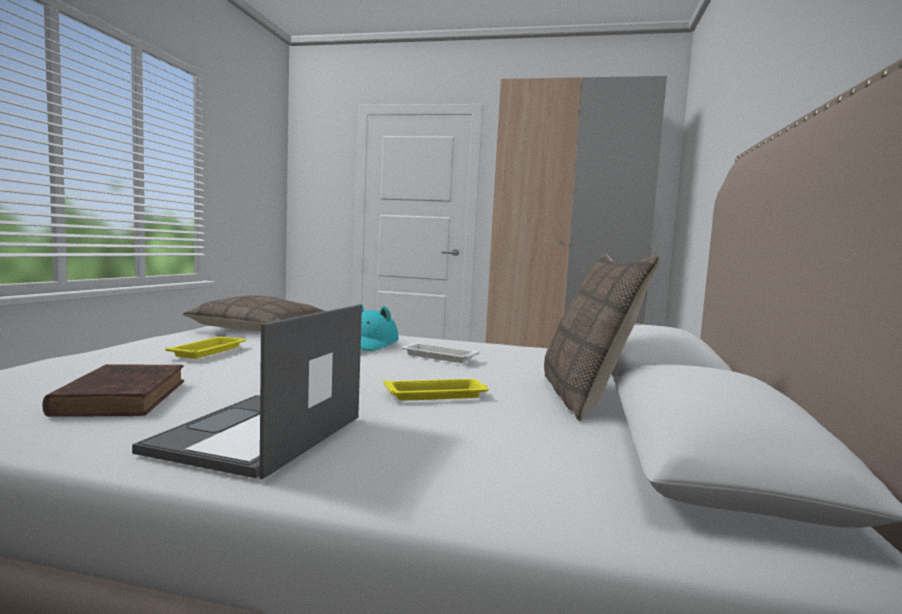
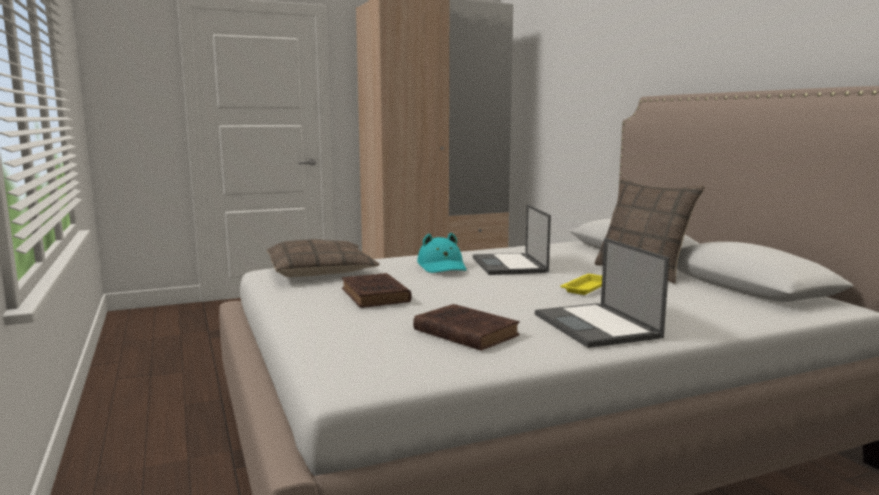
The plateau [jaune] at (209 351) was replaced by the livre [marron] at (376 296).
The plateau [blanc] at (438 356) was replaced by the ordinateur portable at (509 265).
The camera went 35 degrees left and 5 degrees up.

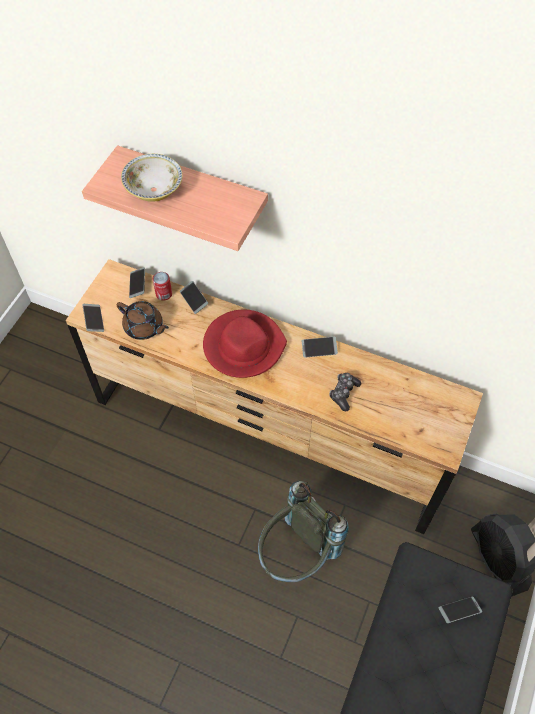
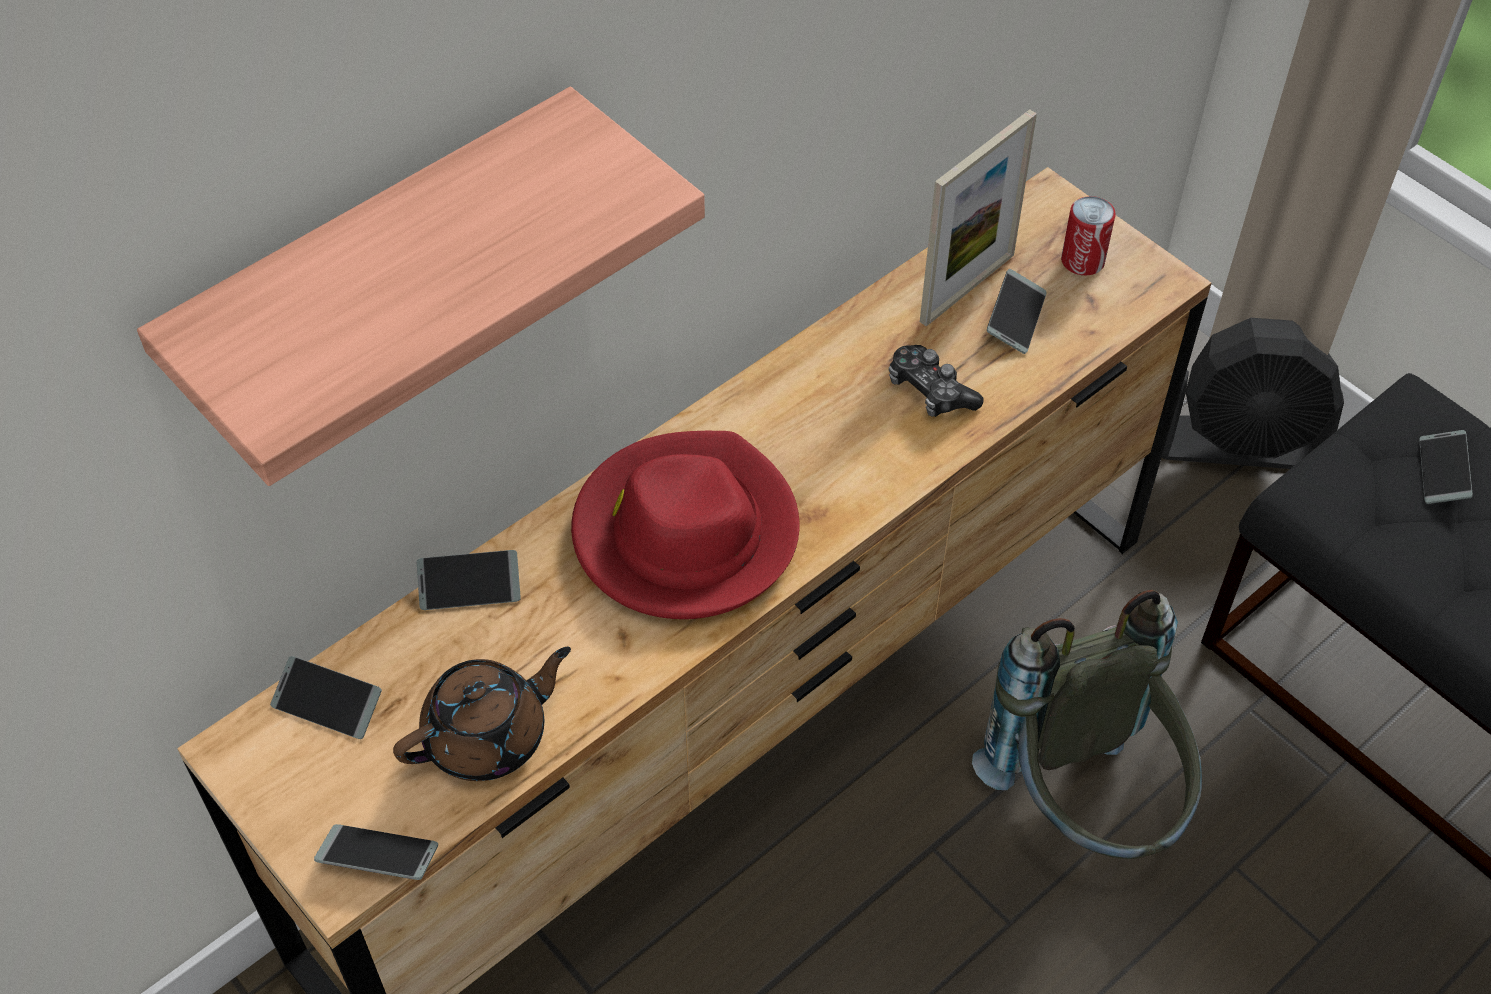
The bol at (154 190) disappeared.
The cadre photo at (967 288) appeared.
The boîte métallique moved from (164 294) to (1082 261).
The téléphone moved from (319 349) to (1015 318).
The camera went 65 degrees left and 5 degrees down.

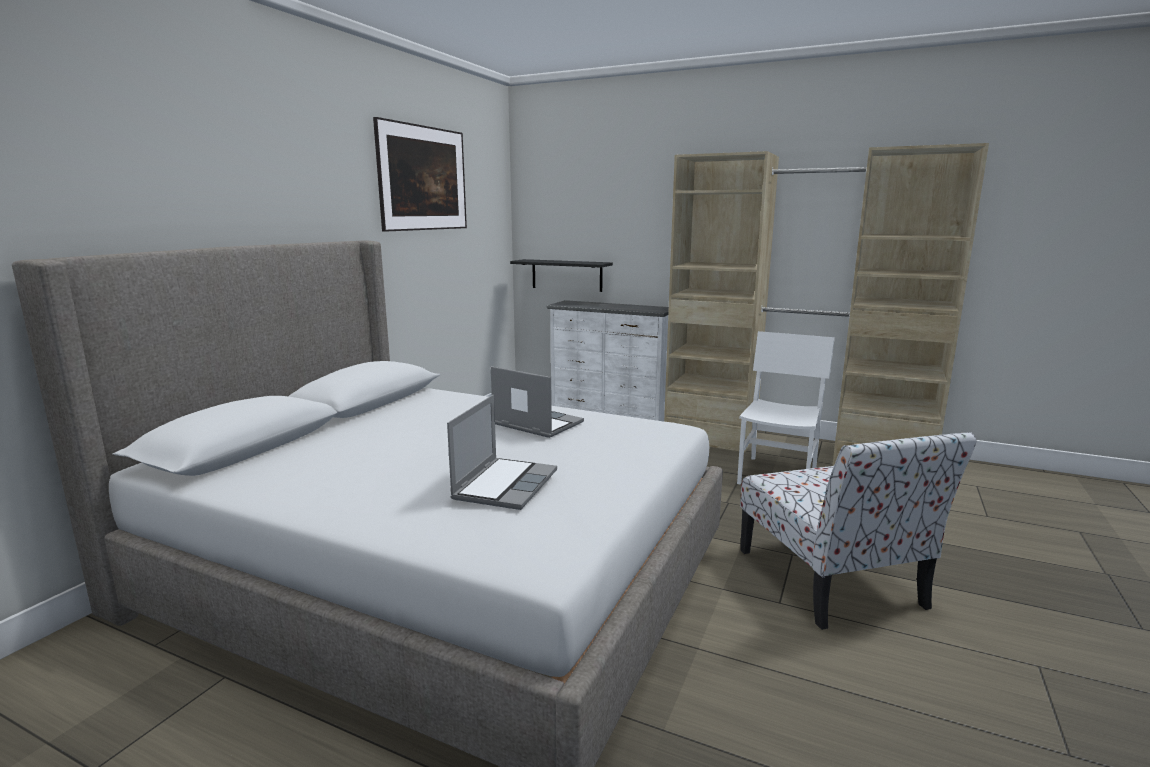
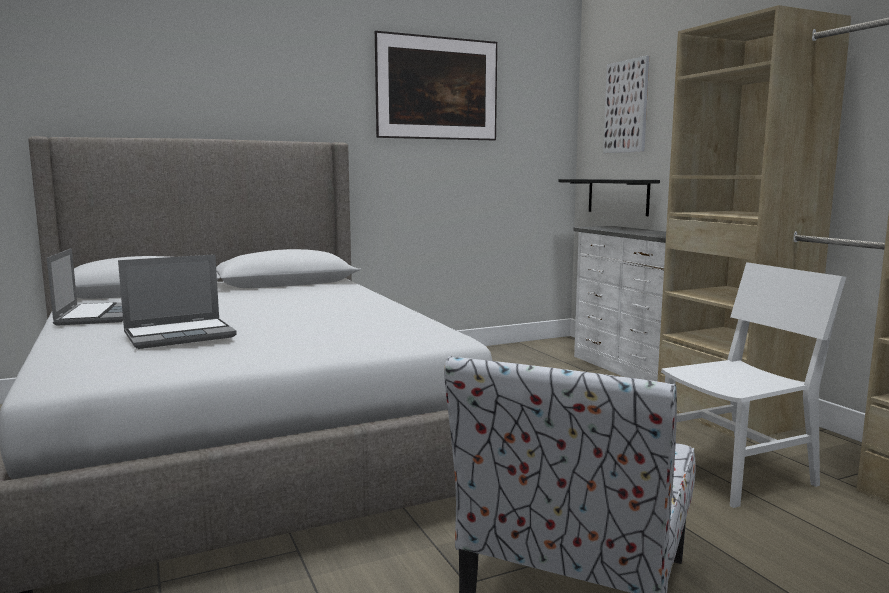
The tableau at (626 107) appeared.
The ordinateur portable moved from (536 424) to (96 315).
The camera went 40 degrees right and 5 degrees down.

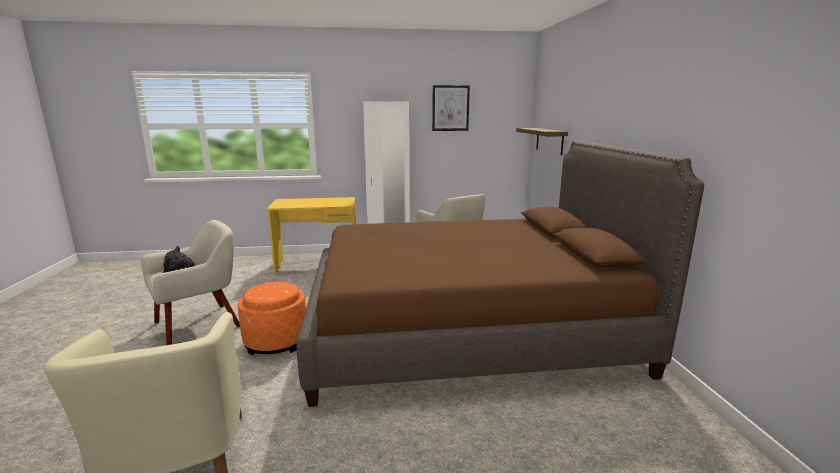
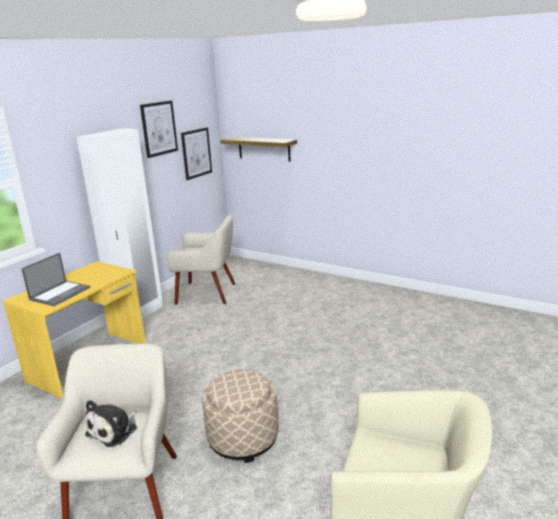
The lit [marron] at (466 330) disappeared.
The ordinateur portable at (60 293) appeared.
The tableau at (196 153) appeared.
The pouf [orange] at (276 341) became the pouf [beige] at (243 438).
The camera went 50 degrees left and 5 degrees up.

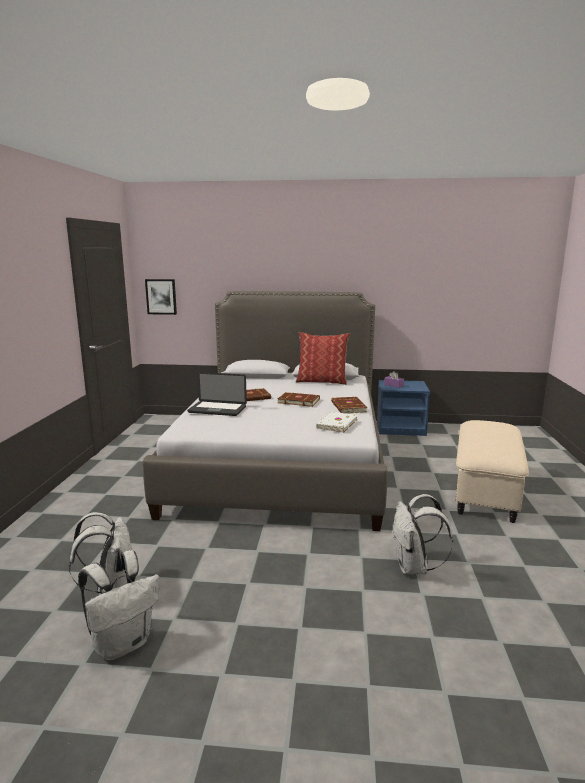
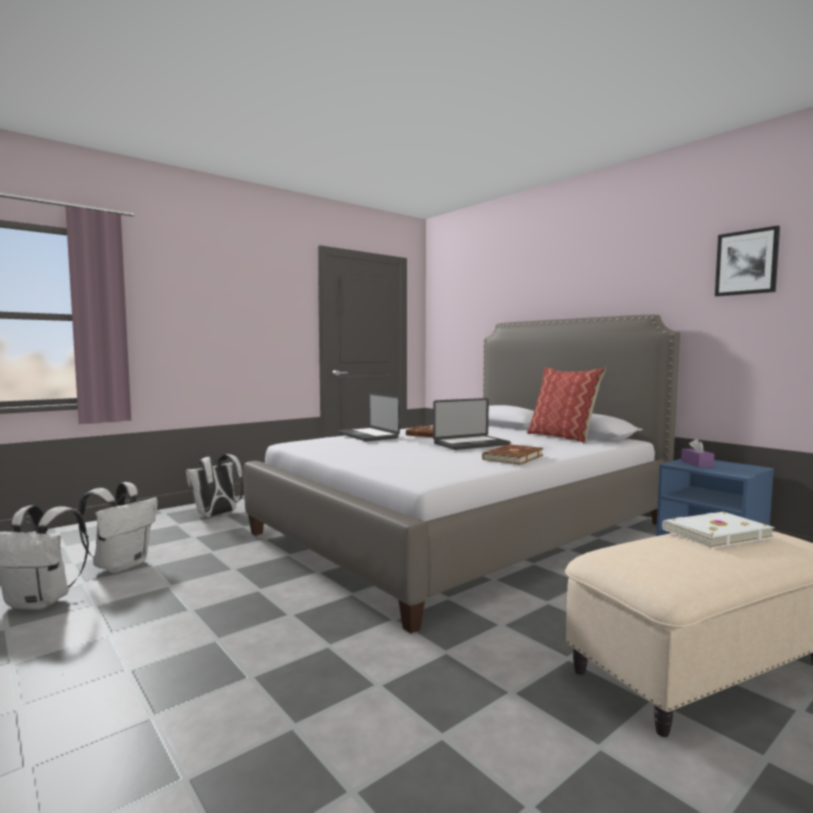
The tableau moved from (161 296) to (746 262).
The livre [blanc] moved from (336 424) to (714 533).
The sac à dos [blanc] moved from (414 567) to (216 515).
The livre [marron] at (298 401) was replaced by the ordinateur portable at (471 444).
The camera went 45 degrees right and 10 degrees down.

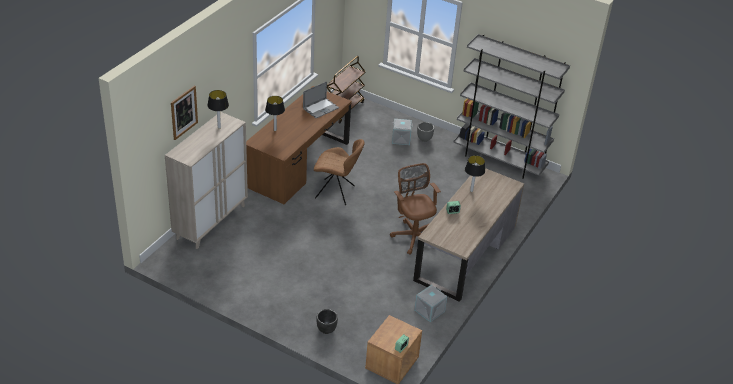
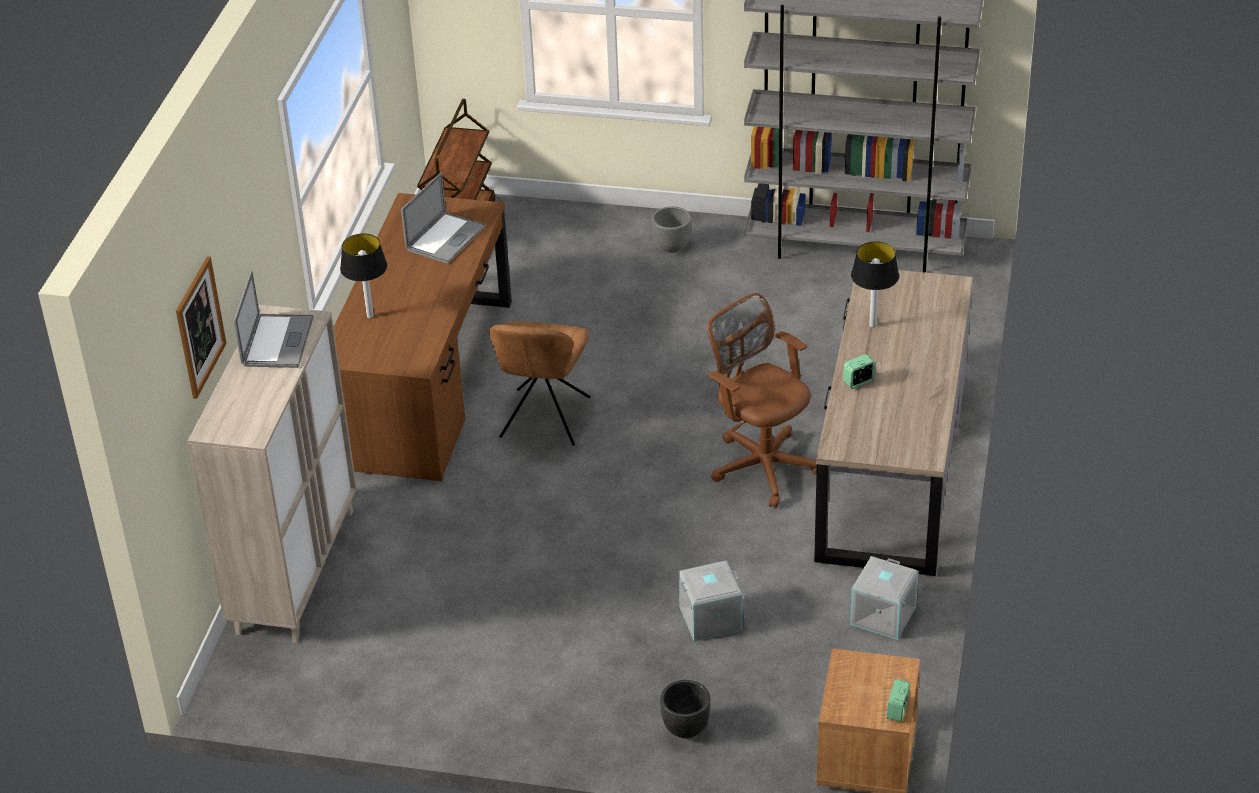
The boîte de rangement [gris] moved from (401 139) to (710 619).
The lampe de table at (219 127) was replaced by the ordinateur portable at (277 341).
The chaise [marron] at (336 192) turned 105 degrees clockwise.
The camera went 15 degrees left and 0 degrees up.

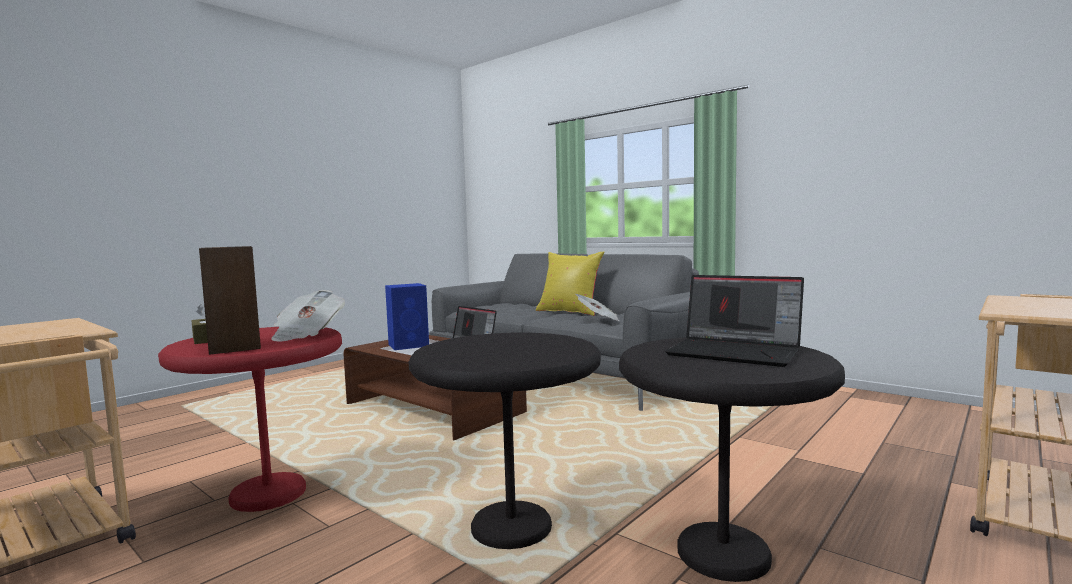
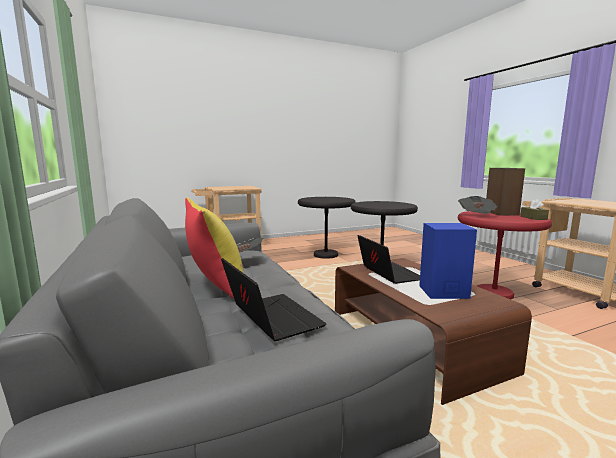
The ordinateur portable moved from (736 352) to (270 318).
The camera went 155 degrees left and 5 degrees up.

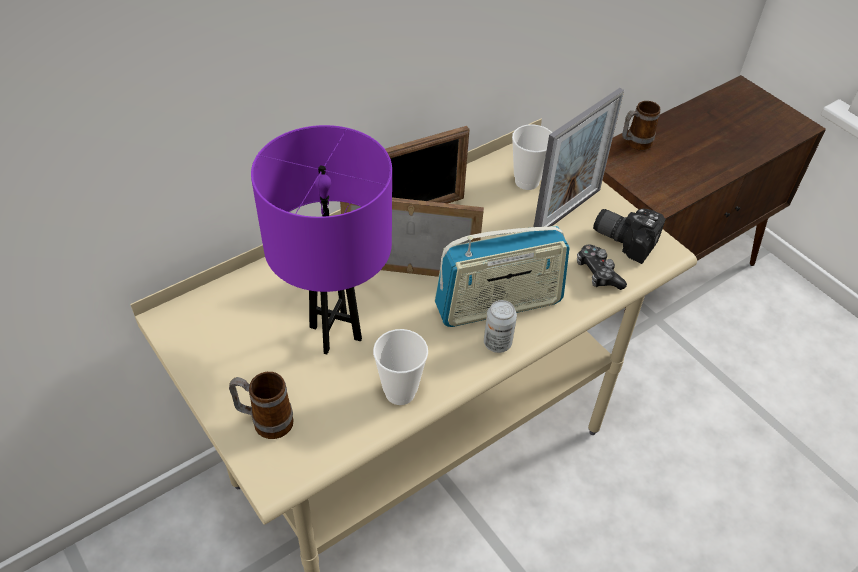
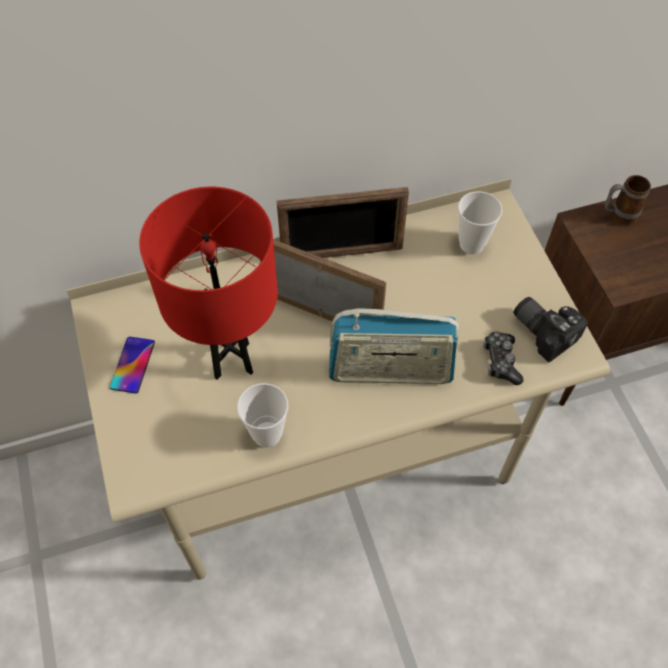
The mug at (265 421) disappeared.
The boîte métallique at (497 343) disappeared.
The cadre photo at (567 212) disappeared.
The téléphone at (132 365) appeared.
The lampe de table [violet] at (335 333) became the lampe de table [rouge] at (232 361).
The camera went 20 degrees right and 10 degrees up.

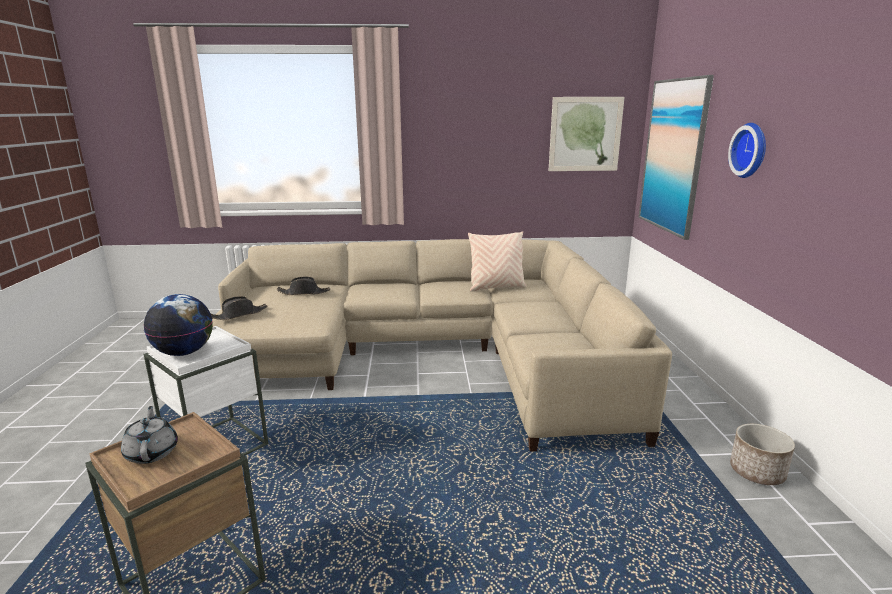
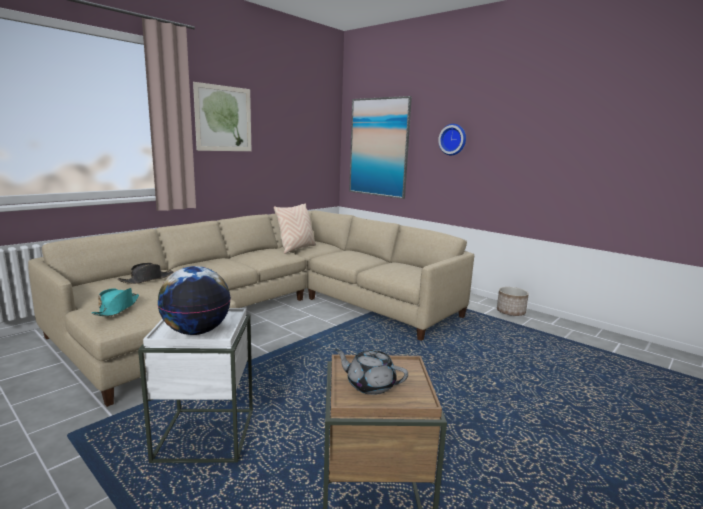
The tableau moved from (585 134) to (223 118).
The chapeau [noir] at (239 314) became the chapeau [turquoise] at (117 308).
The camera went 45 degrees left and 5 degrees down.

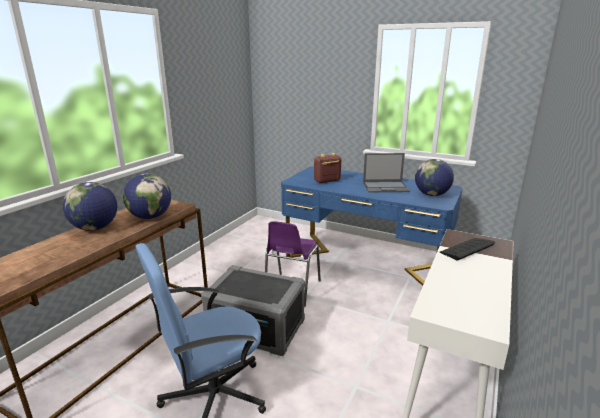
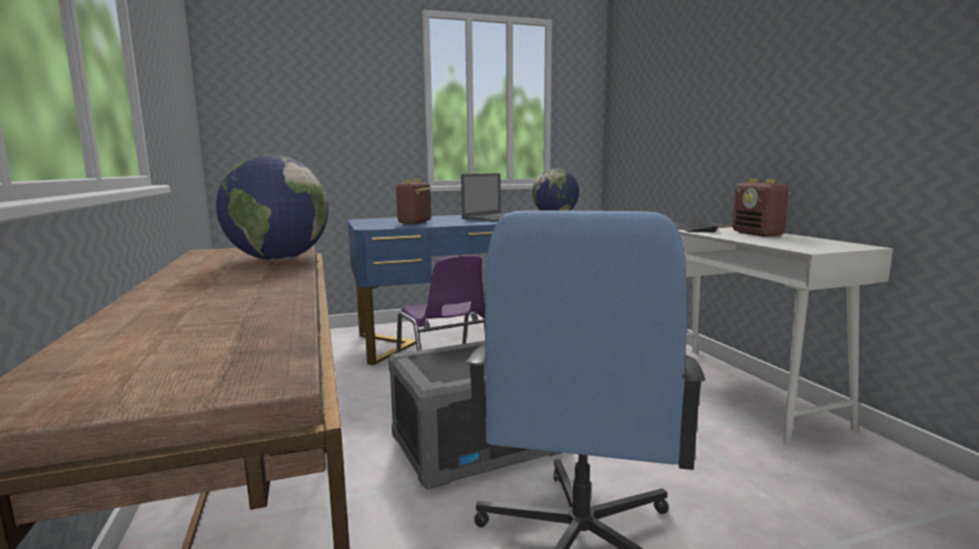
The globe at (95 228) disappeared.
The radio at (757 234) appeared.
The camera went 45 degrees left and 10 degrees down.

